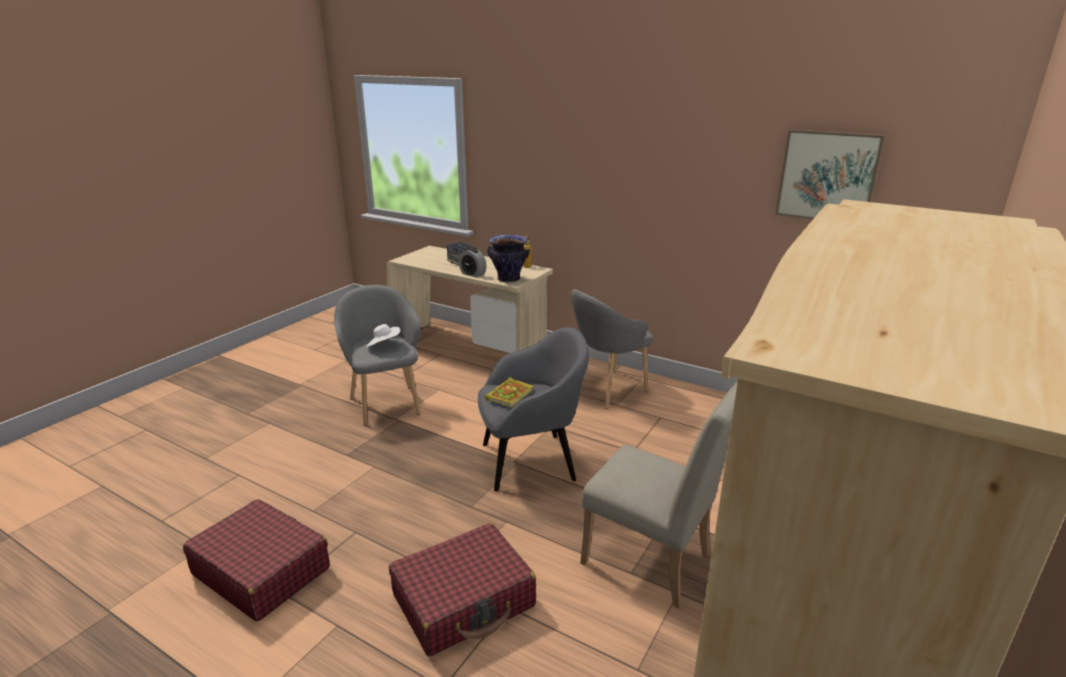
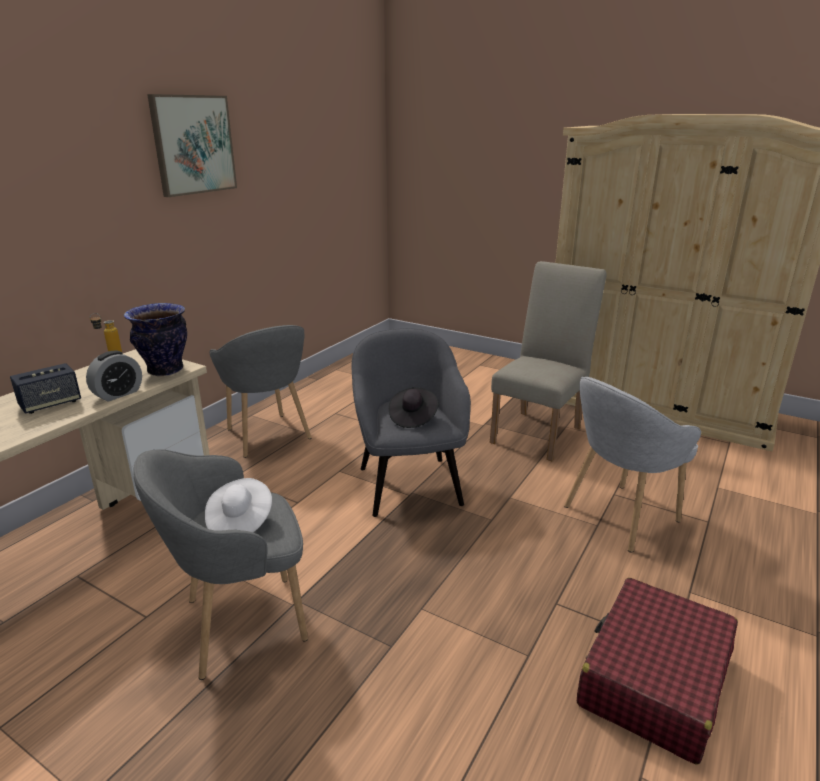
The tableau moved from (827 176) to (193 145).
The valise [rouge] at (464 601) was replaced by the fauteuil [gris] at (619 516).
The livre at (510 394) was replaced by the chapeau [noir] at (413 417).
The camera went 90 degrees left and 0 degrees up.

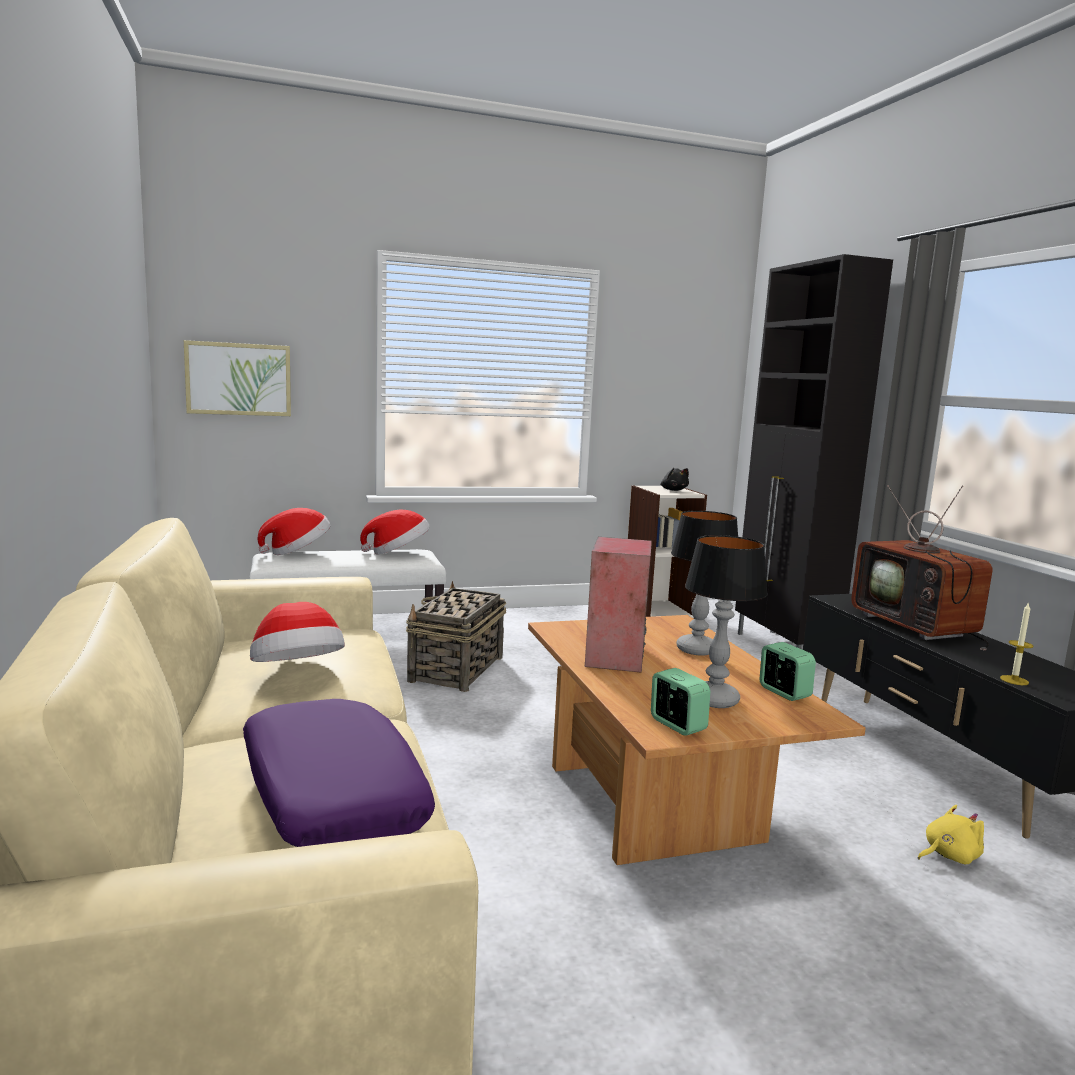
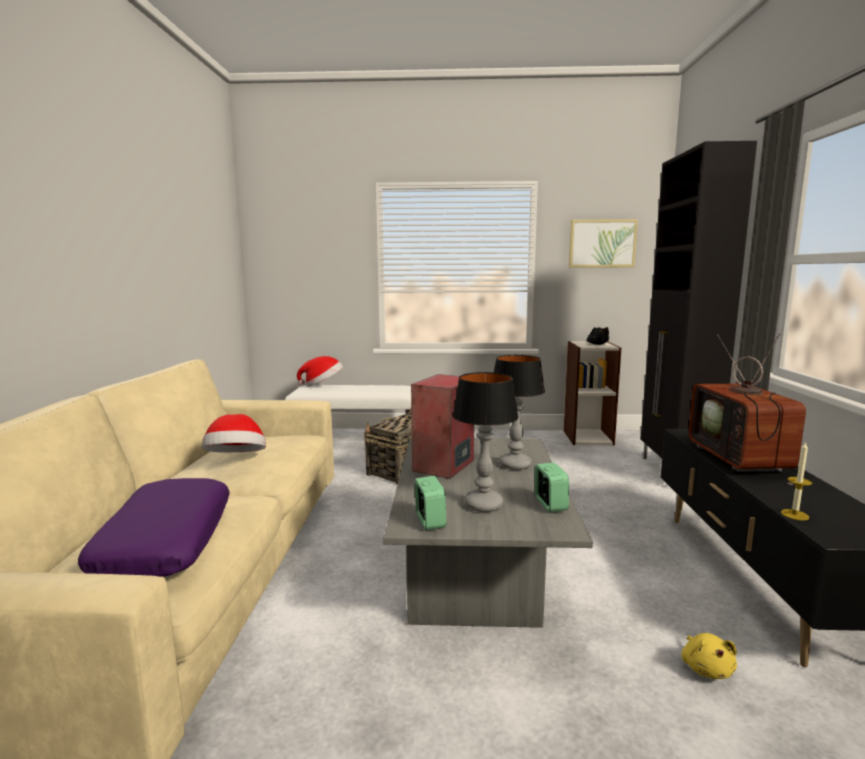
The chapeau at (397 553) disappeared.
The tableau moved from (239 379) to (602 243).
The table basse [marron] at (659 802) became the table basse [gris] at (477 581).
The peluche [jaune] at (948 855) turned 90 degrees clockwise.
The camera went 20 degrees right and 0 degrees up.

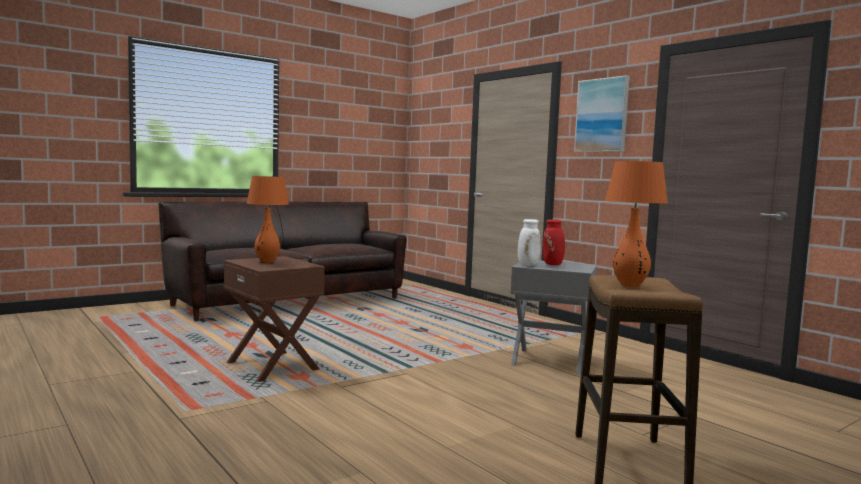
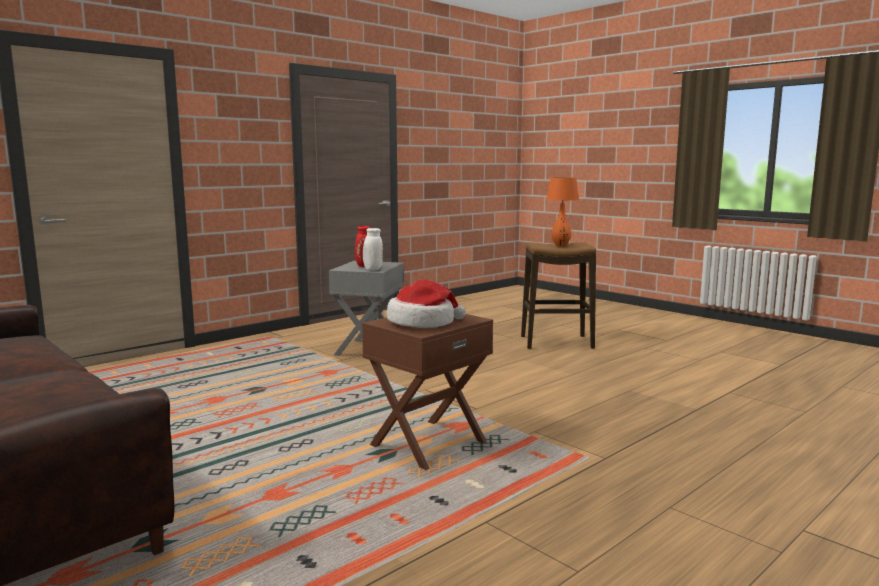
The tableau at (602 115) disappeared.
The lampe de table [orange] at (267 261) was replaced by the chapeau at (423 323).
The camera went 95 degrees left and 5 degrees up.

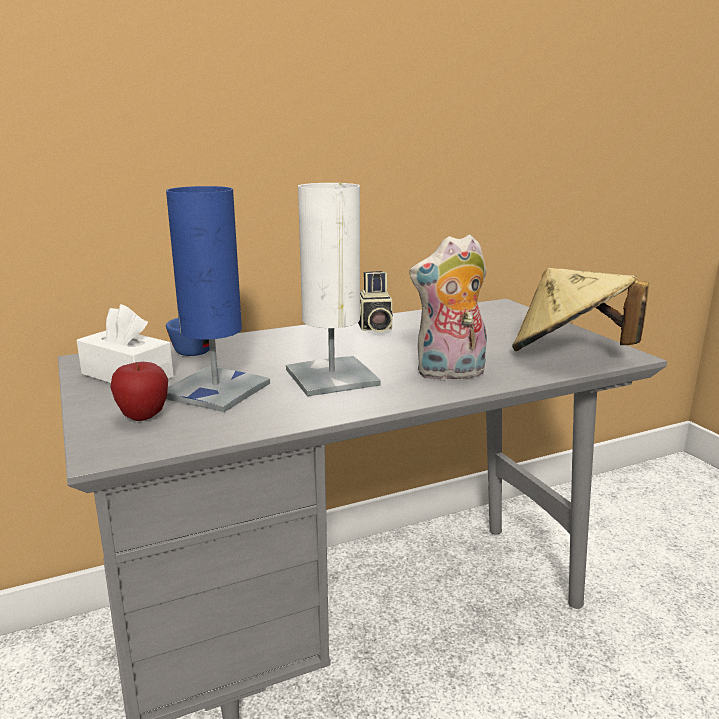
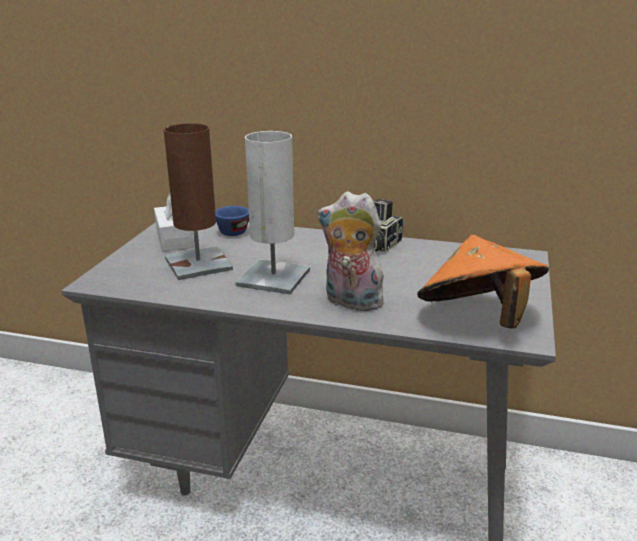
The pomme at (143 417) disappeared.
The lampe de table [bleu] at (216 390) became the lampe de table [marron] at (198 264).
The chapeau [beige] at (569 354) became the chapeau [orange] at (478 319).
The camera went 40 degrees right and 5 degrees up.

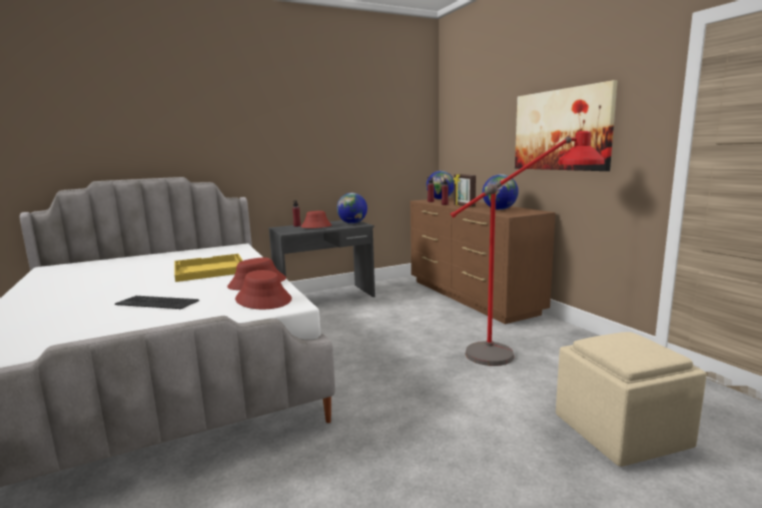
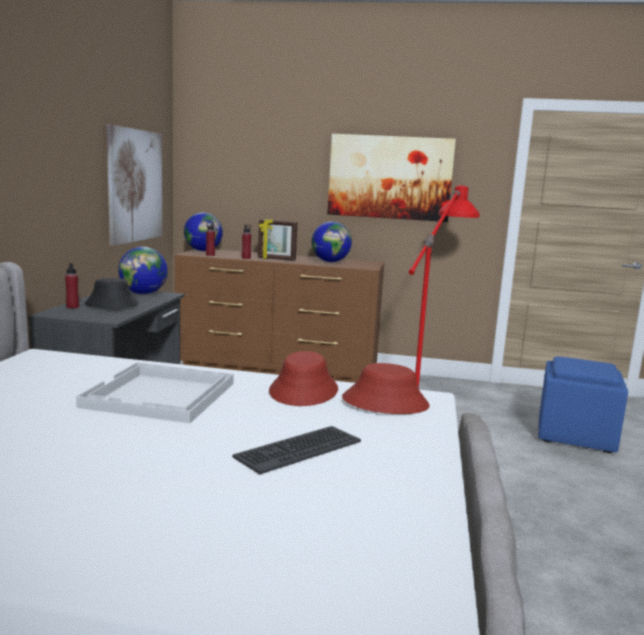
The tableau at (135 185) appeared.
The plateau [jaune] at (209 269) became the plateau [blanc] at (161 395).
The chapeau [rouge] at (316 226) became the chapeau [noir] at (111 304).
The pouf [beige] at (622 433) became the pouf [bleu] at (576 435).
The camera went 55 degrees left and 0 degrees up.

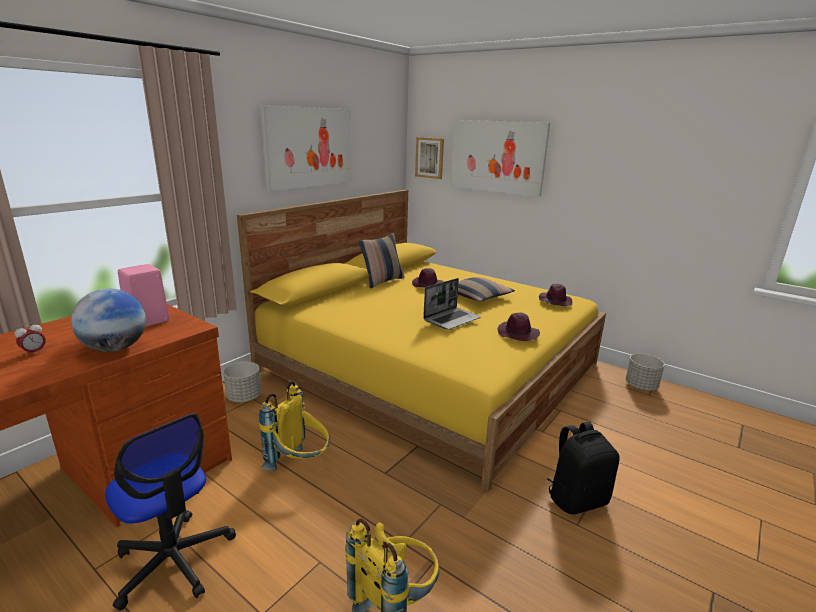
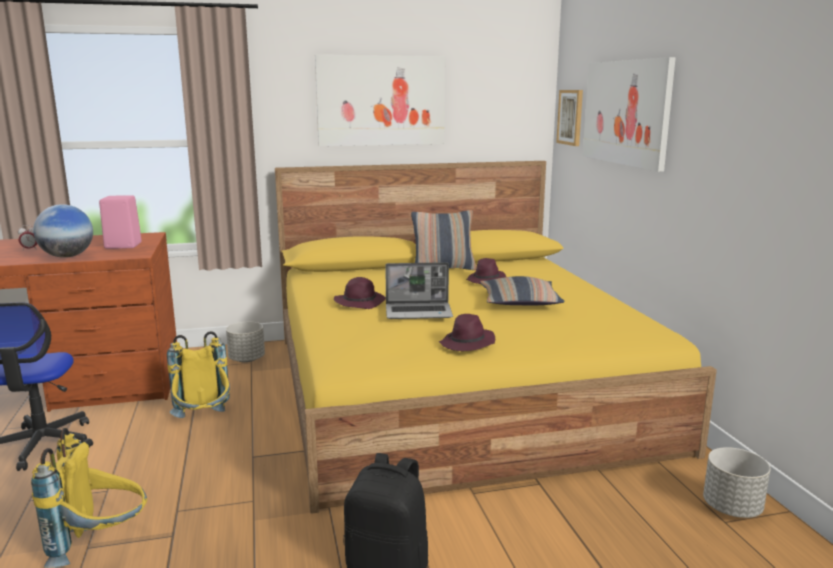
The chapeau [violet] moved from (555 301) to (360 302).
The camera went 40 degrees right and 5 degrees down.

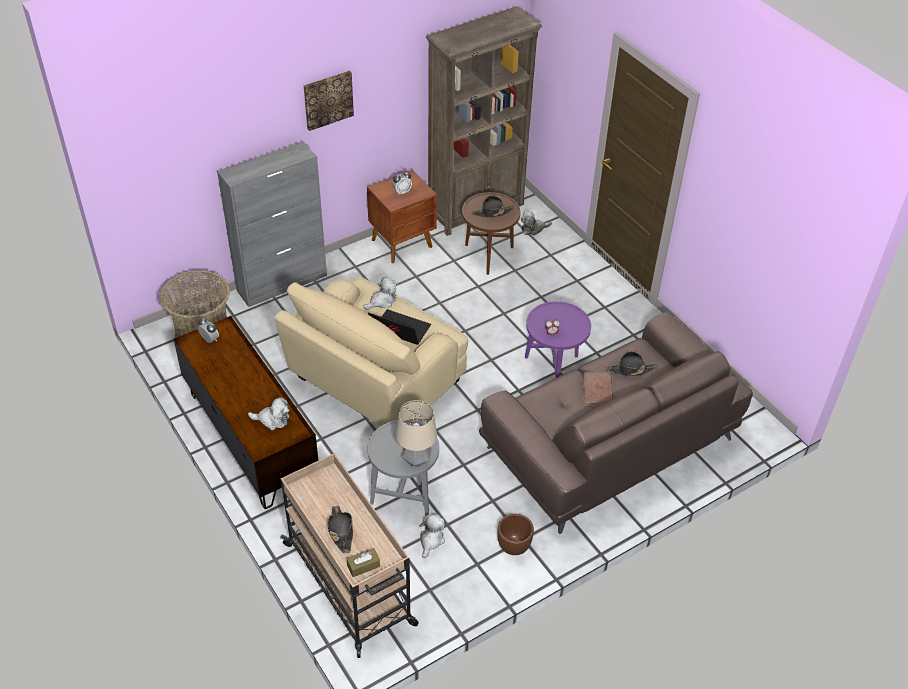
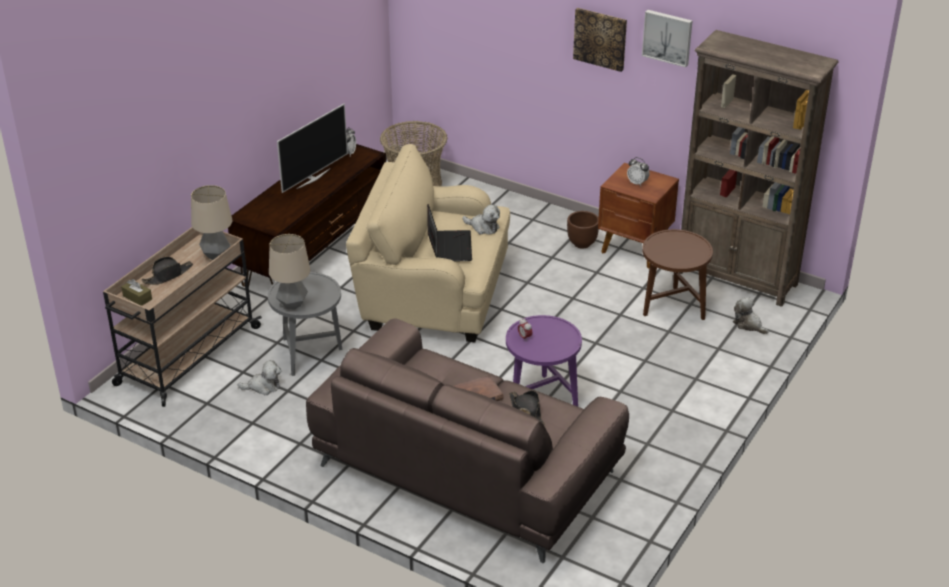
The meuble de rangement [gris] at (282 283) disappeared.
The peluche at (272 419) disappeared.
The chapeau [noir] at (492 212) disappeared.
The lampe de table at (216 256) appeared.
The téléviseur at (312 178) appeared.
The tableau at (668 37) appeared.
The cache-pot [marron] moved from (513 547) to (581 244).
The camera went 65 degrees right and 10 degrees down.

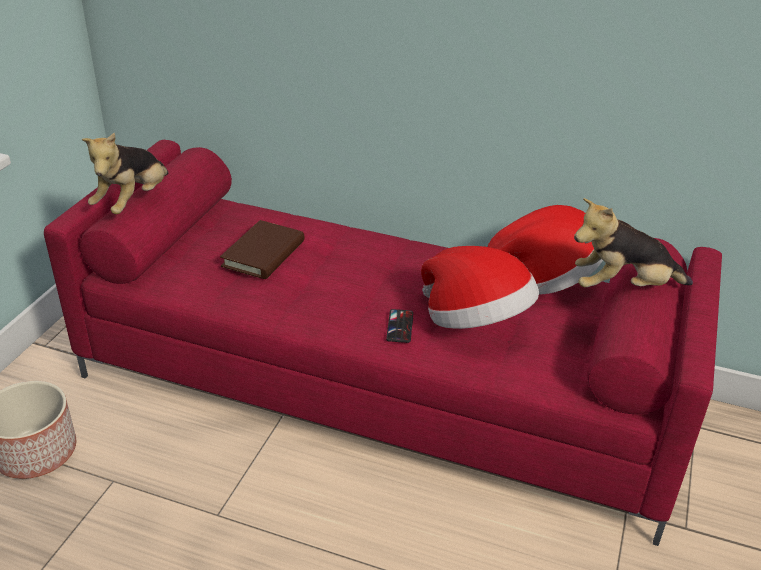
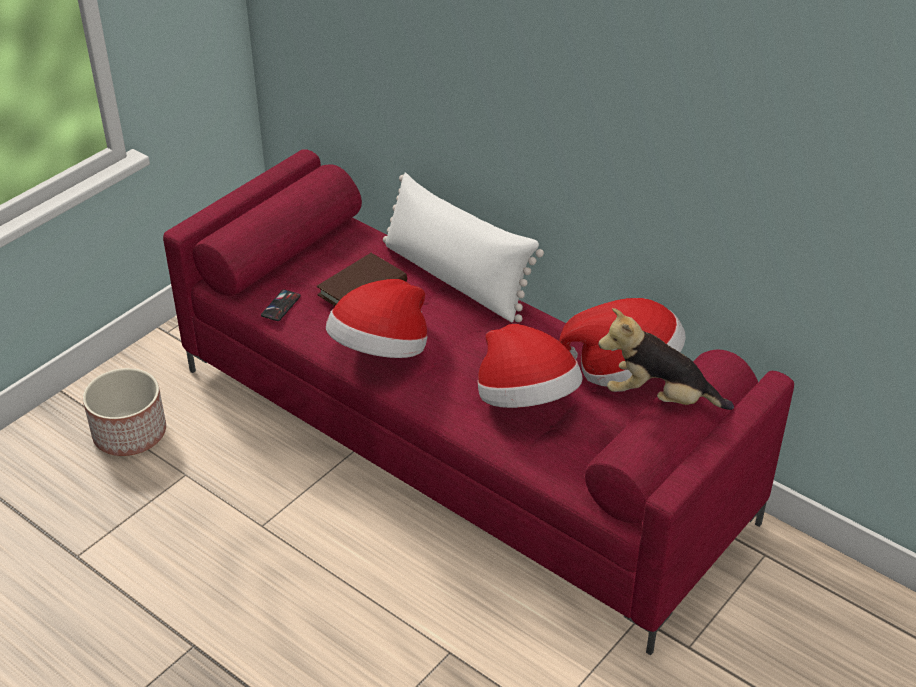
The peluche at (133 202) disappeared.
The chapeau at (381 352) appeared.
The coussin [blanc] at (455 278) appeared.
The téléphone moved from (400 326) to (281 306).
The camera went 20 degrees right and 5 degrees up.

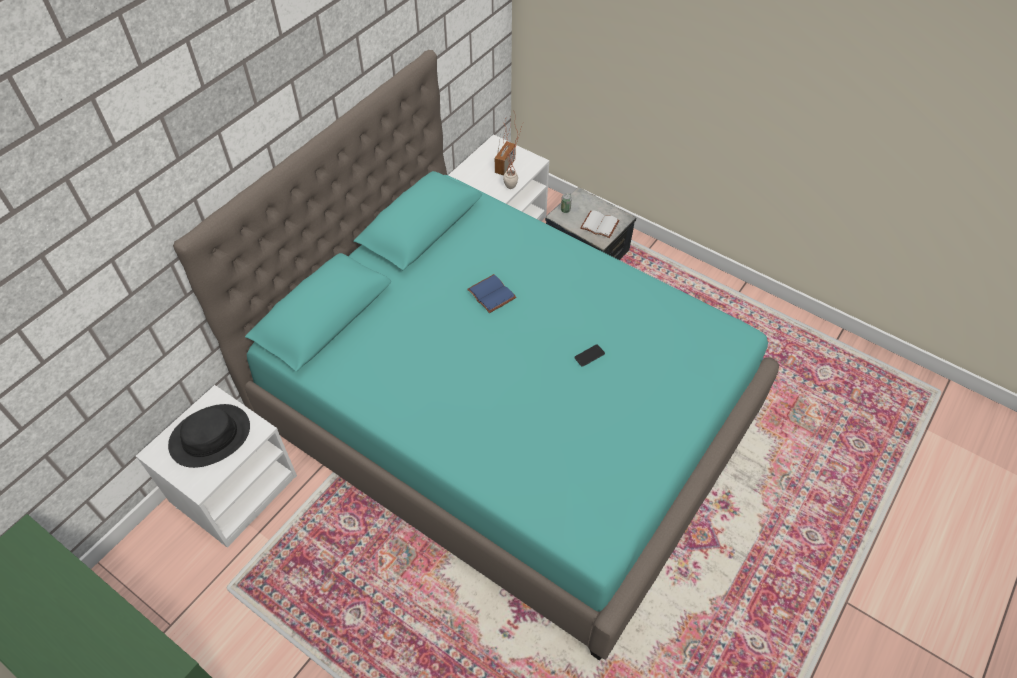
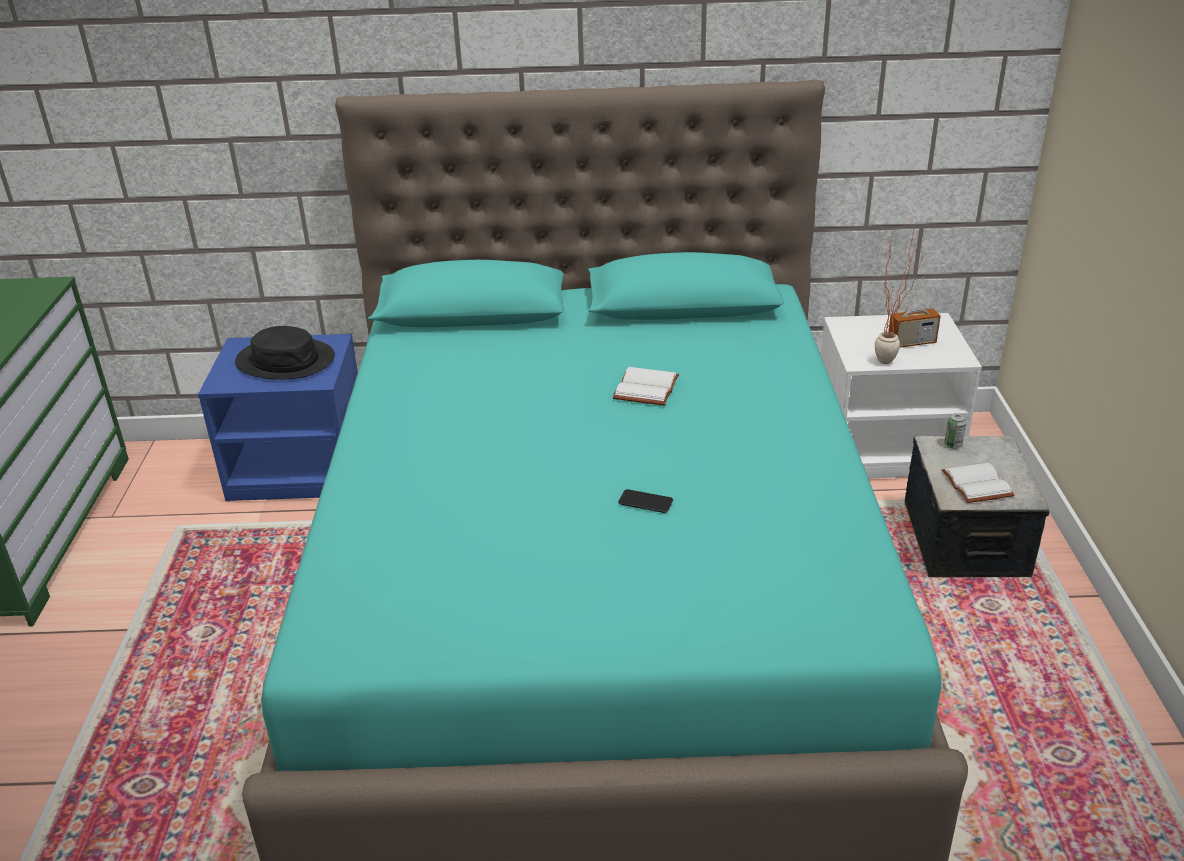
The table de chevet [blanc] at (234 487) became the table de chevet [bleu] at (301 468).
The livre [bleu] at (493 294) became the livre [blanc] at (648 389).
The camera went 55 degrees right and 20 degrees down.

